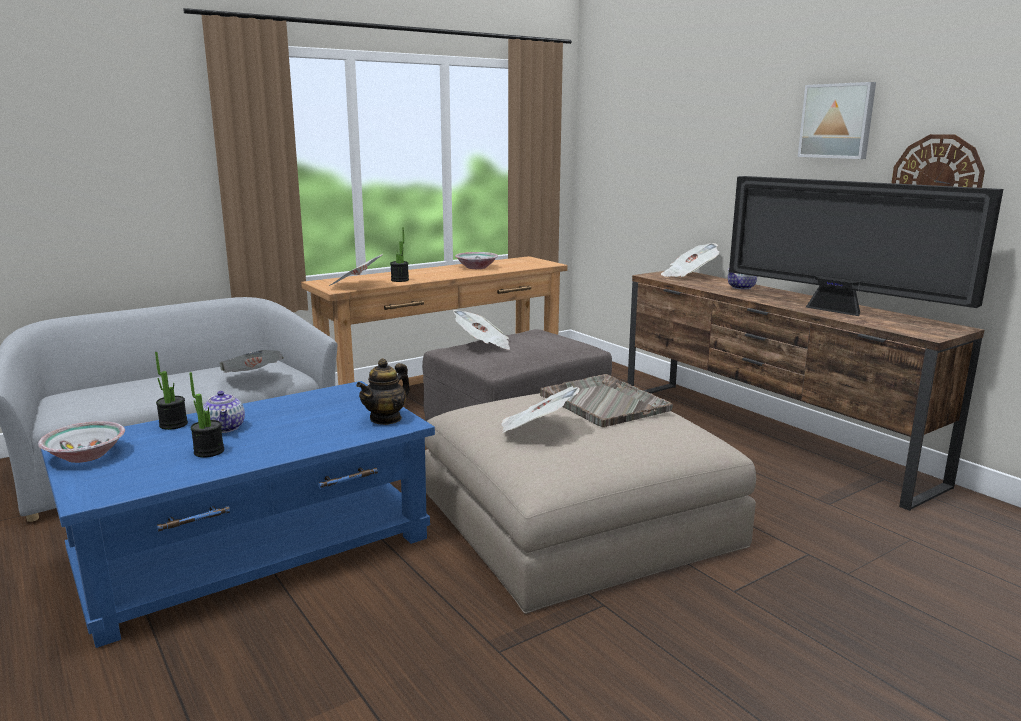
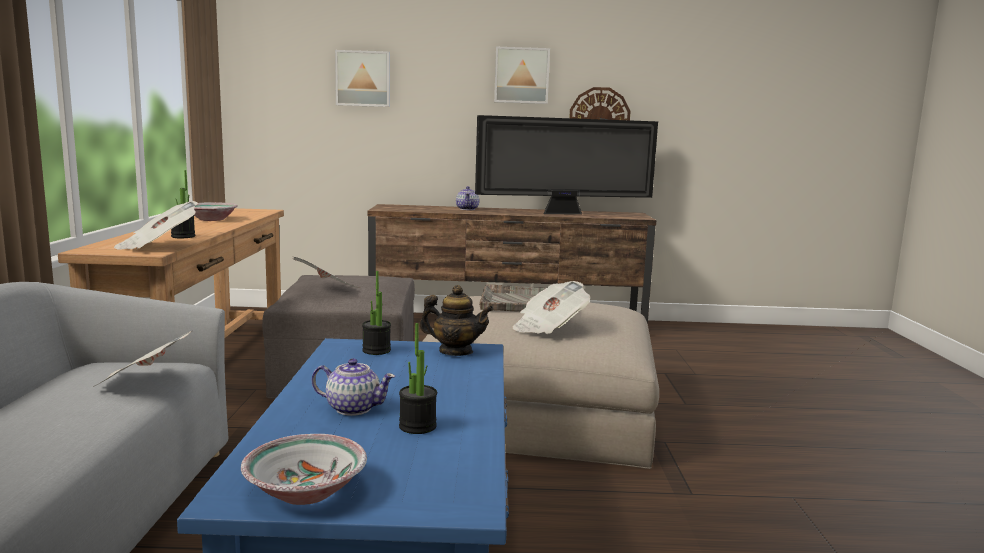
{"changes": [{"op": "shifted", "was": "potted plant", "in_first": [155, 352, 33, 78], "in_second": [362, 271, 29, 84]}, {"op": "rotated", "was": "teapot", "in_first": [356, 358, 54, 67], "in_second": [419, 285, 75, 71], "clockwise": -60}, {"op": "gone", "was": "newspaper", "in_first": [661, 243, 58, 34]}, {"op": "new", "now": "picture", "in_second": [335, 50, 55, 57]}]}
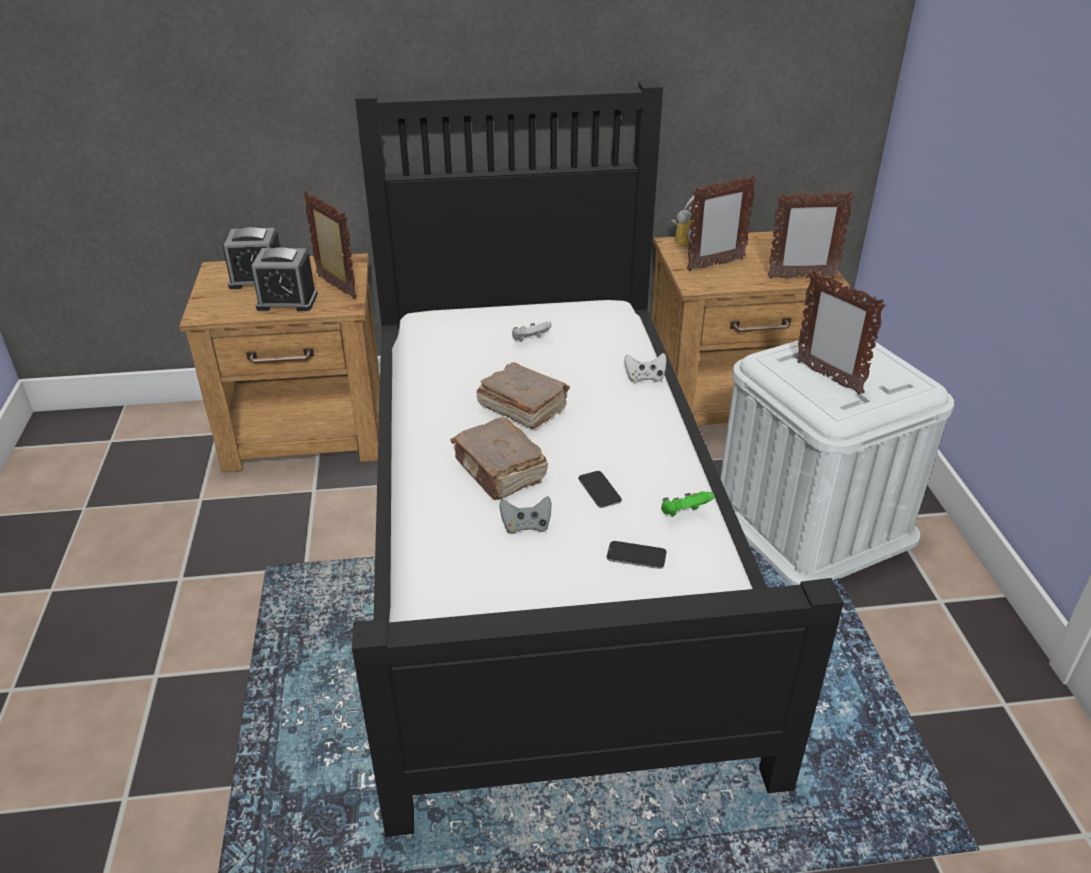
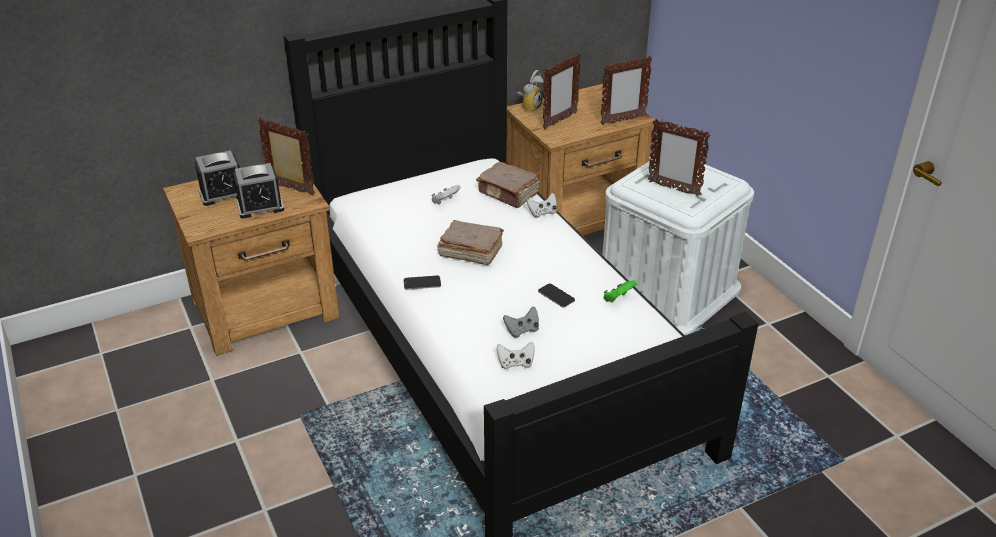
{"changes": [{"op": "shifted", "was": "brown book", "in_first": [451, 417, 97, 83], "in_second": [476, 162, 64, 46]}, {"op": "shifted", "was": "phone", "in_first": [607, 541, 60, 28], "in_second": [404, 276, 37, 14]}, {"op": "new", "now": "white game controller", "in_second": [497, 342, 38, 27]}]}
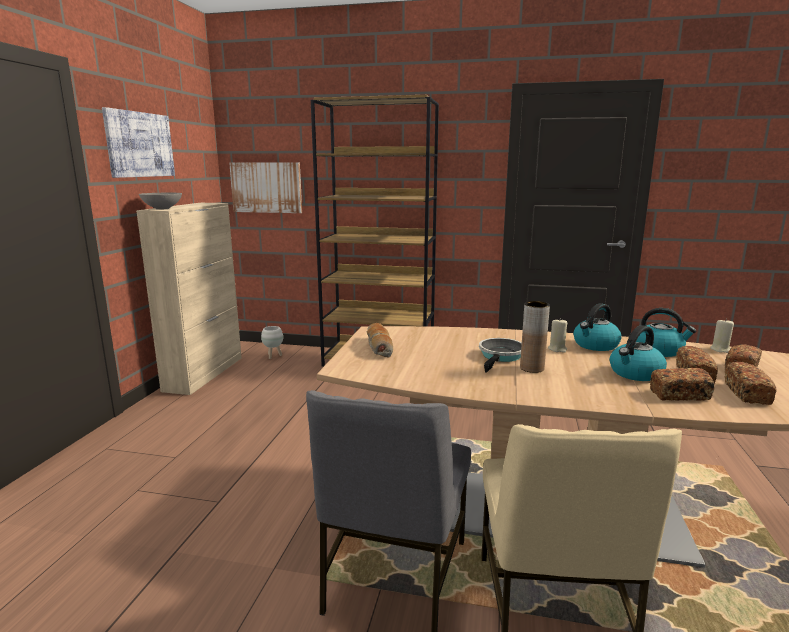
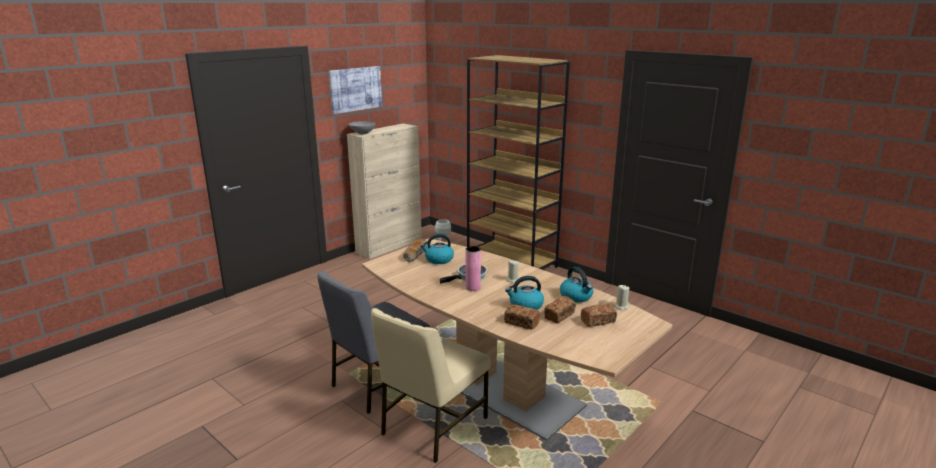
{"changes": [{"op": "gone", "was": "picture", "in_first": [229, 162, 73, 51]}, {"op": "repainted", "was": "brown vase", "now": "pink vase", "in_first": [520, 301, 30, 72], "in_second": [466, 246, 15, 45]}, {"op": "shifted", "was": "kettle", "in_first": [573, 303, 49, 48], "in_second": [420, 234, 34, 30]}, {"op": "gone", "was": "bread", "in_first": [725, 362, 51, 43]}]}
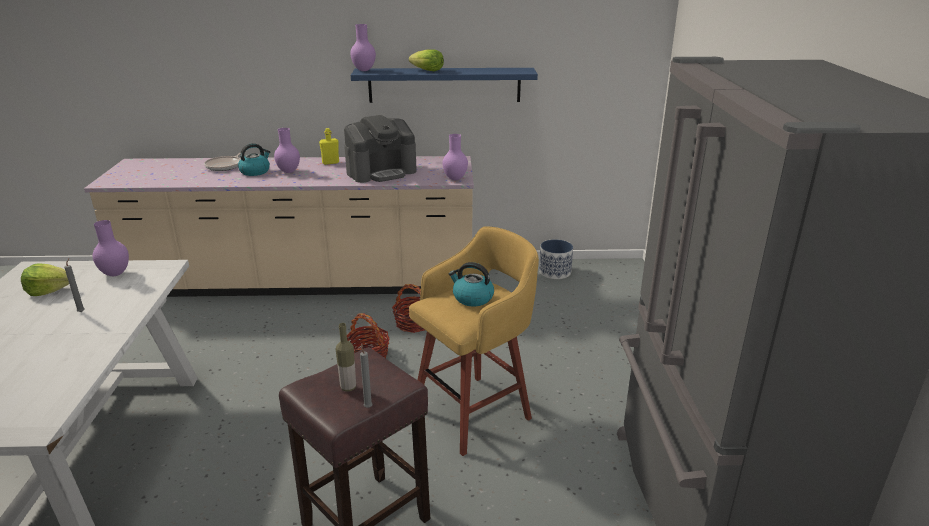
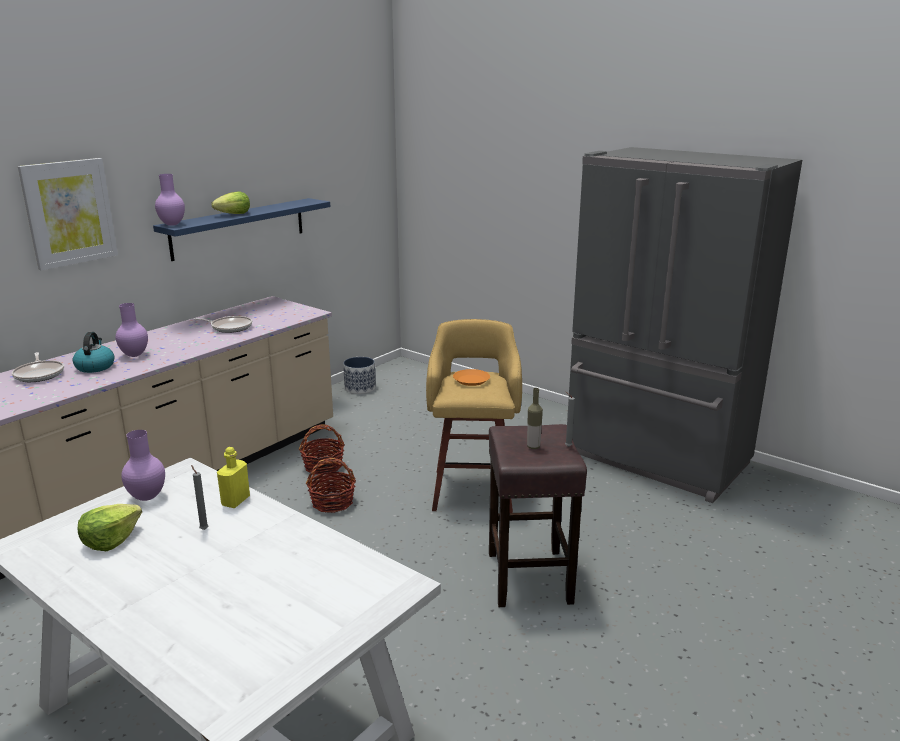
{"changes": [{"op": "shifted", "was": "yellow bottle", "in_first": [319, 128, 20, 37], "in_second": [217, 447, 33, 61]}, {"op": "swapped", "was": "coffee machine", "now": "frying pan", "in_first": [344, 115, 73, 68], "in_second": [194, 316, 58, 17]}, {"op": "gone", "was": "purple vase", "in_first": [442, 134, 26, 46]}, {"op": "swapped", "was": "kettle", "now": "orange plate", "in_first": [449, 262, 45, 44], "in_second": [453, 369, 37, 17]}, {"op": "new", "now": "picture", "in_second": [18, 158, 100, 113]}]}
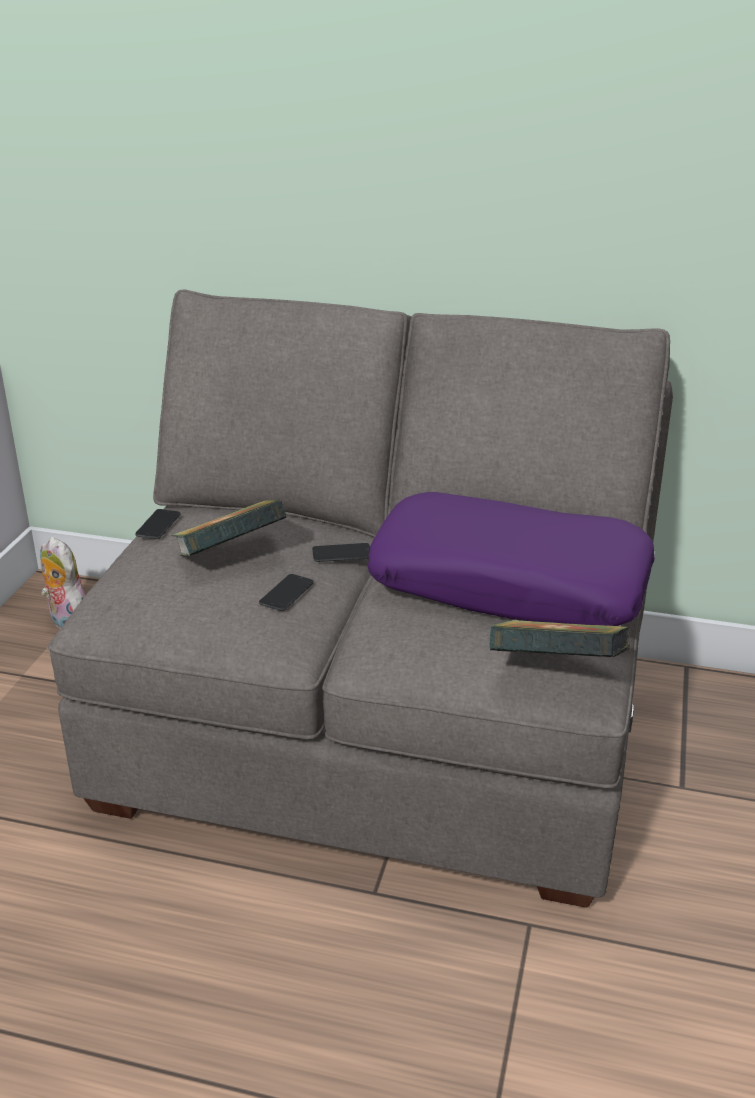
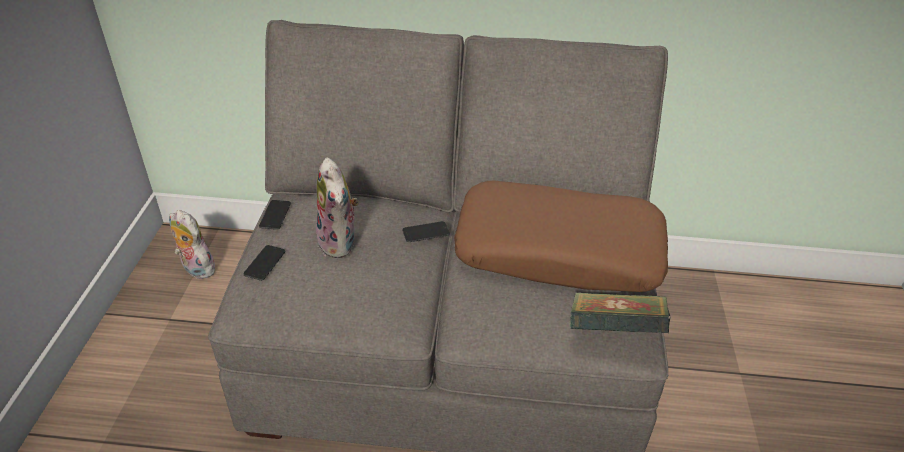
{"changes": [{"op": "swapped", "was": "book", "now": "plush toy", "in_first": [172, 499, 115, 57], "in_second": [316, 158, 43, 100]}, {"op": "shifted", "was": "phone", "in_first": [259, 574, 55, 37], "in_second": [243, 245, 42, 36]}, {"op": "repainted", "was": "purple pillow", "now": "brown pillow", "in_first": [367, 492, 288, 134], "in_second": [454, 181, 214, 111]}]}
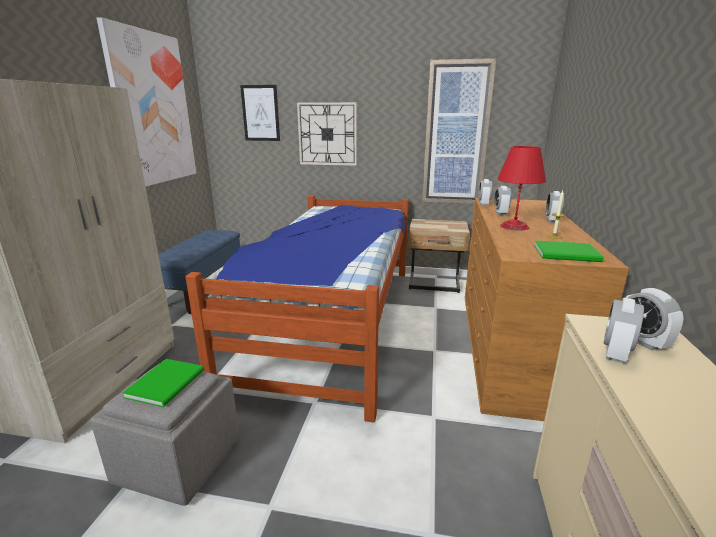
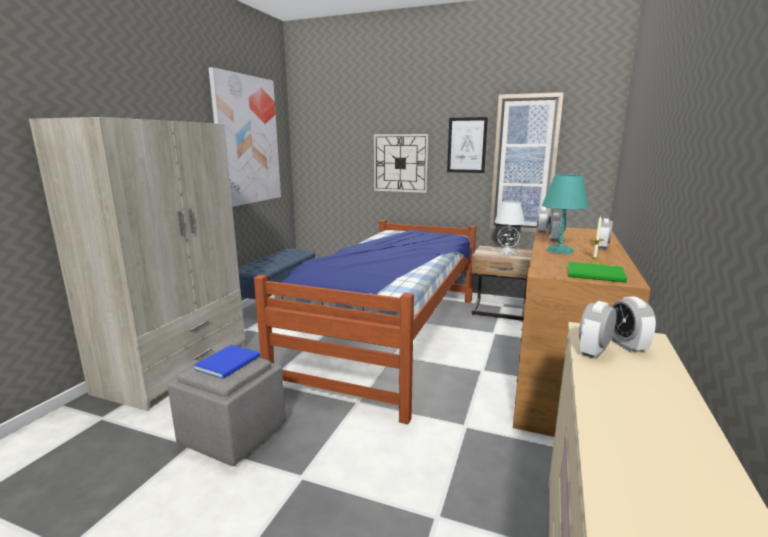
{"changes": [{"op": "repainted", "was": "green book", "now": "blue book", "in_first": [122, 359, 82, 48], "in_second": [194, 345, 66, 34]}, {"op": "shifted", "was": "picture", "in_first": [240, 85, 40, 56], "in_second": [447, 117, 41, 56]}, {"op": "repainted", "was": "red table lamp", "now": "turquoise table lamp", "in_first": [497, 146, 49, 84], "in_second": [542, 174, 47, 80]}, {"op": "new", "now": "white table lamp", "in_second": [494, 201, 31, 54]}]}
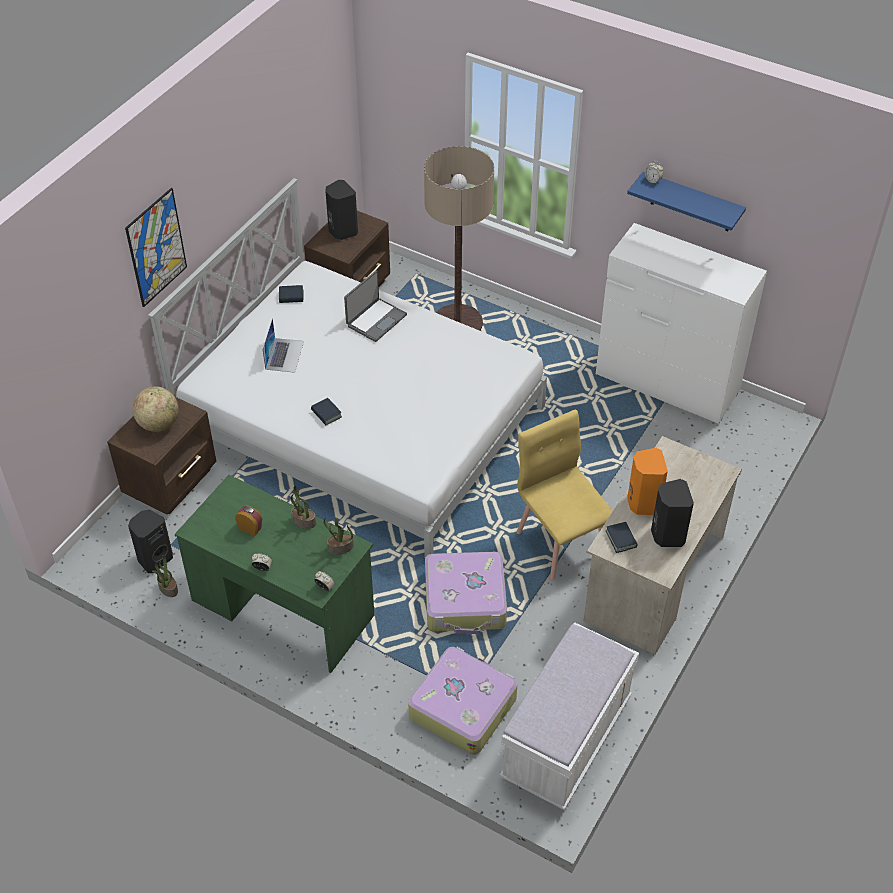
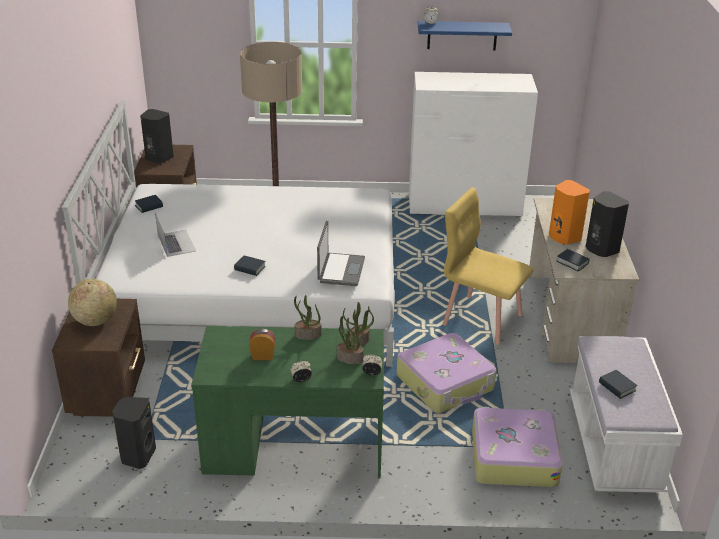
{"changes": [{"op": "gone", "was": "picture", "in_first": [125, 188, 62, 119]}, {"op": "shifted", "was": "potted plant", "in_first": [152, 555, 26, 42], "in_second": [337, 316, 26, 48]}, {"op": "shifted", "was": "laptop", "in_first": [344, 270, 63, 72], "in_second": [317, 221, 48, 65]}, {"op": "new", "now": "book", "in_second": [599, 370, 38, 29]}]}
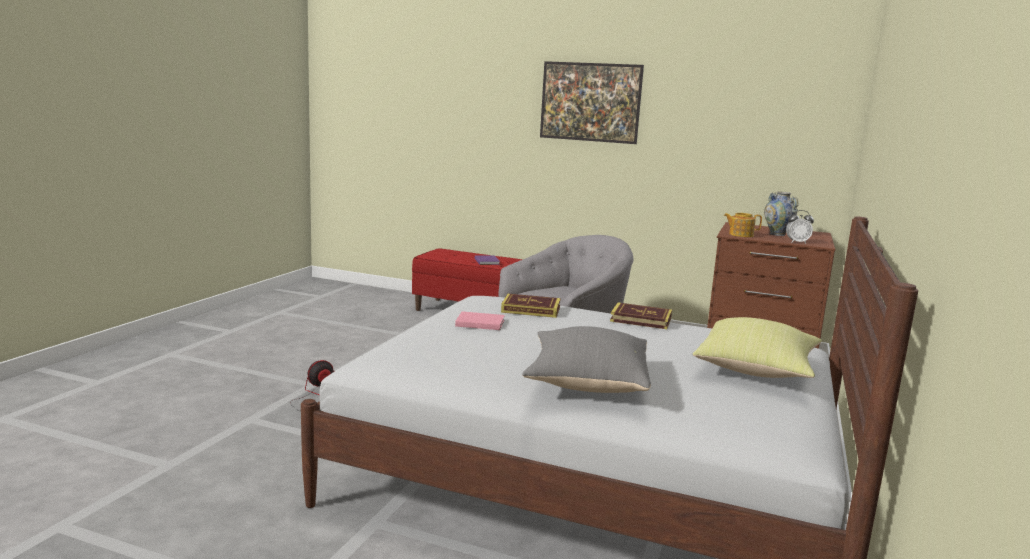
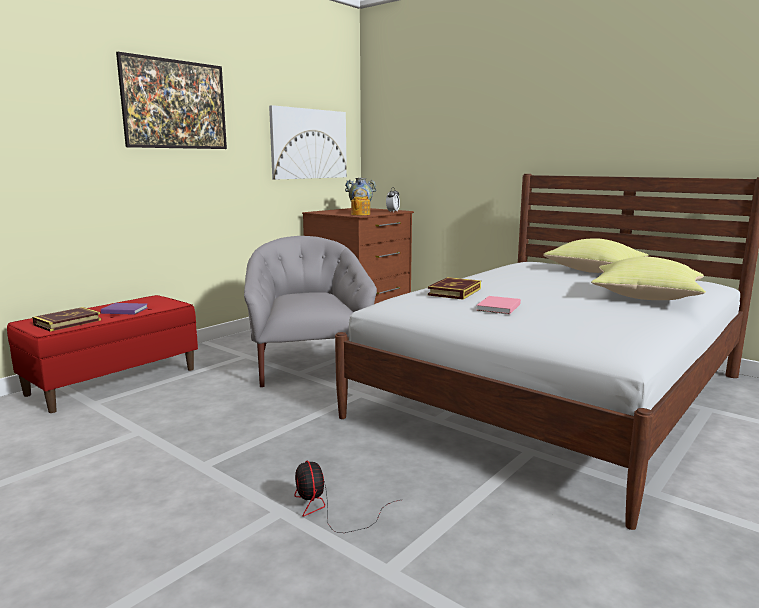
{"changes": [{"op": "repainted", "was": "grey pillow", "now": "yellow pillow", "in_first": [522, 326, 129, 67], "in_second": [591, 257, 115, 43]}, {"op": "shifted", "was": "book", "in_first": [610, 303, 62, 26], "in_second": [32, 307, 69, 25]}, {"op": "new", "now": "picture", "in_second": [269, 105, 78, 75]}]}
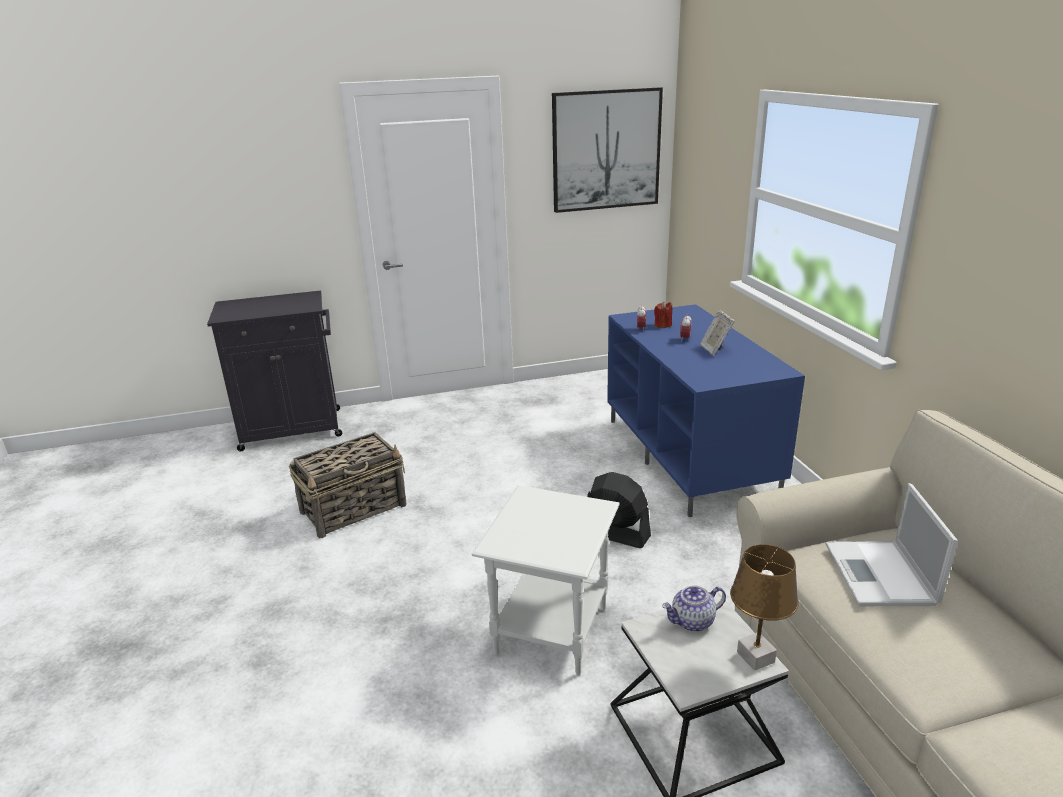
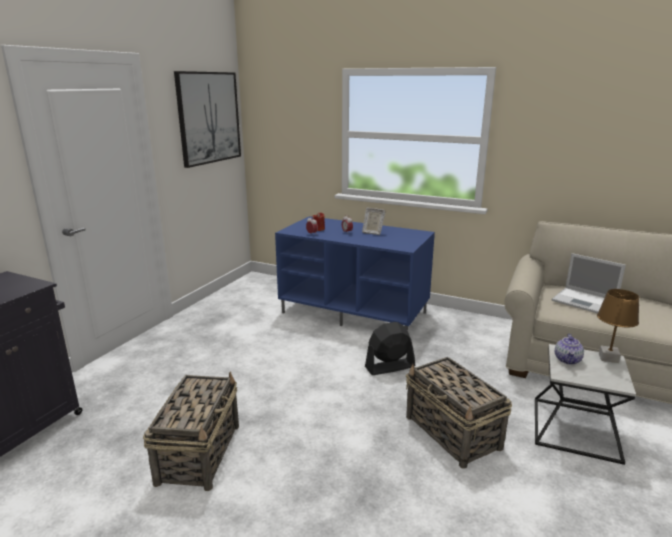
{"changes": [{"op": "swapped", "was": "white side table", "now": "basket", "in_first": [472, 485, 148, 190], "in_second": [406, 357, 106, 112]}]}
